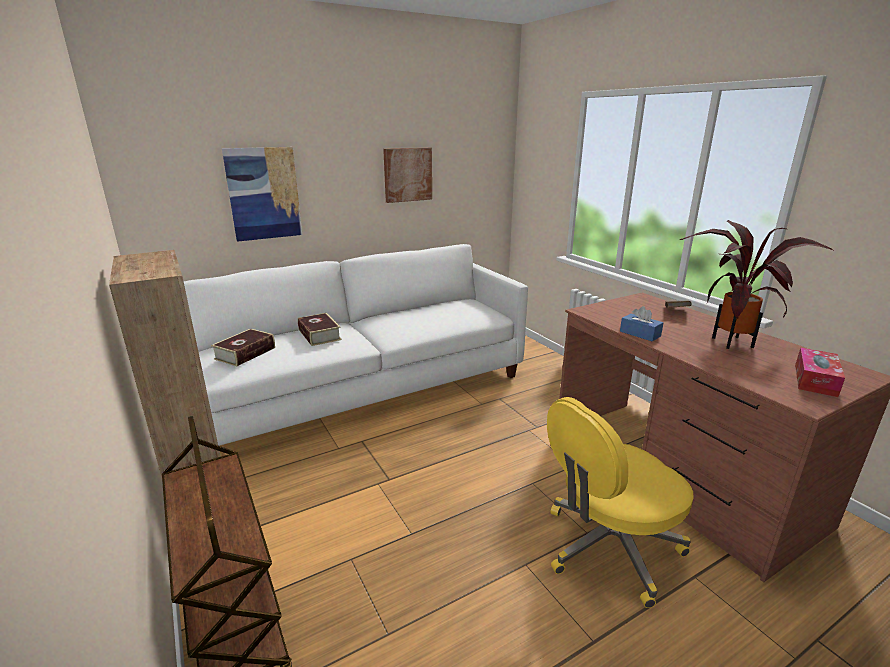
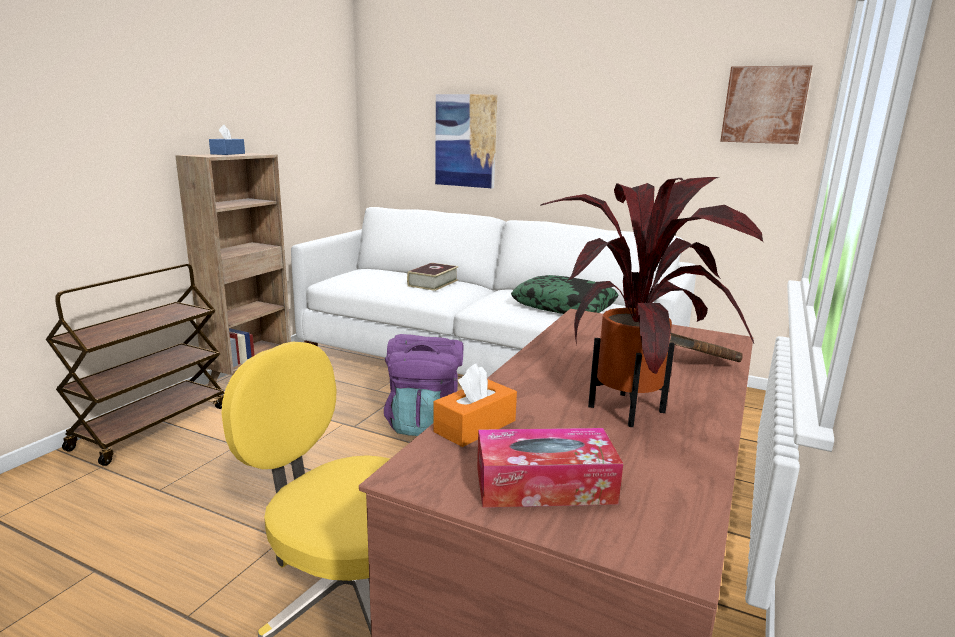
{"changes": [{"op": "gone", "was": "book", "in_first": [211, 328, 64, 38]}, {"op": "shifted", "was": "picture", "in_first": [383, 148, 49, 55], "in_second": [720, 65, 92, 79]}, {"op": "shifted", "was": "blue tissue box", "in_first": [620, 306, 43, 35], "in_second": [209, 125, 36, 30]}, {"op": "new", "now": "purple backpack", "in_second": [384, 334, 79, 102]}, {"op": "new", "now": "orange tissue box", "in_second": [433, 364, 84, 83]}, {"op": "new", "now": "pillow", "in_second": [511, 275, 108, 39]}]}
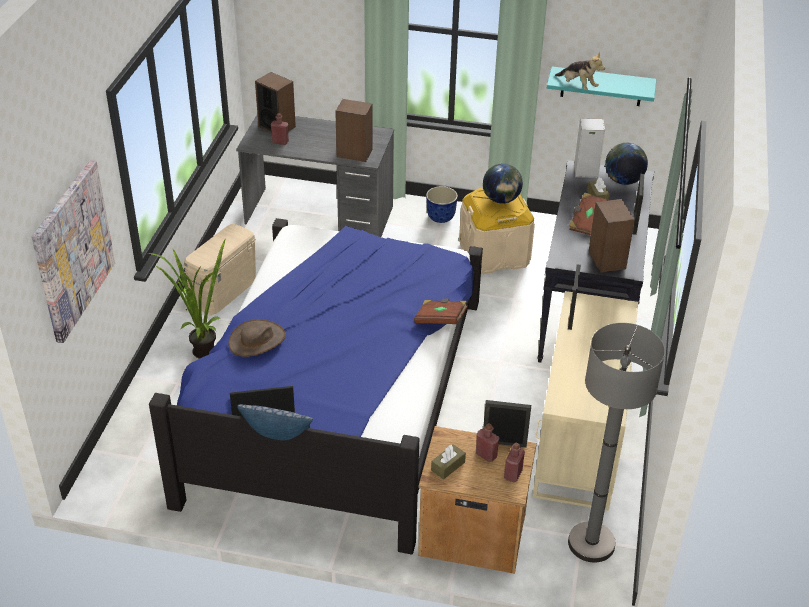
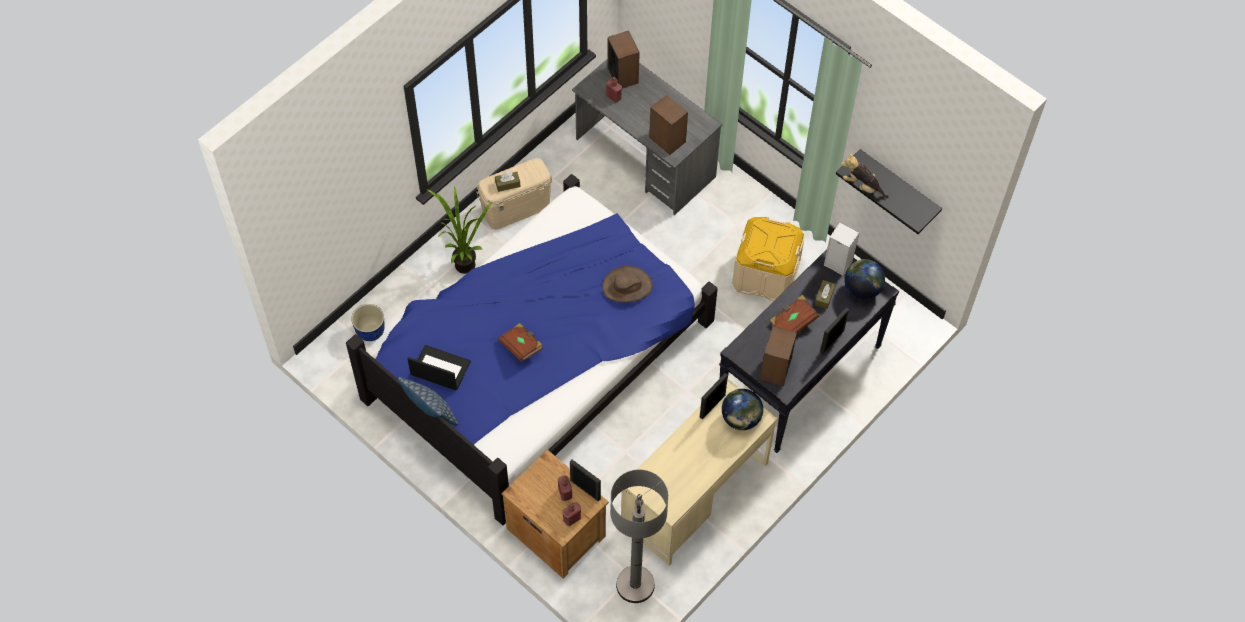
{"changes": [{"op": "gone", "was": "picture", "in_first": [31, 160, 84, 183]}, {"op": "shifted", "was": "brown hat", "in_first": [229, 319, 57, 38], "in_second": [602, 266, 51, 36]}, {"op": "shifted", "was": "brown book", "in_first": [414, 298, 54, 26], "in_second": [498, 323, 45, 39]}, {"op": "shifted", "was": "planter", "in_first": [426, 186, 32, 37], "in_second": [351, 304, 34, 37]}, {"op": "shifted", "was": "brown tissue box", "in_first": [431, 444, 35, 35], "in_second": [495, 171, 26, 21]}, {"op": "shifted", "was": "globe", "in_first": [483, 163, 40, 41], "in_second": [722, 389, 41, 41]}, {"op": "repainted", "was": "turquoise shelf", "now": "black shelf", "in_first": [547, 66, 110, 40], "in_second": [836, 149, 106, 85]}, {"op": "rotated", "was": "plush toy", "in_first": [555, 52, 50, 38], "in_second": [841, 153, 48, 45], "clockwise": 135}]}
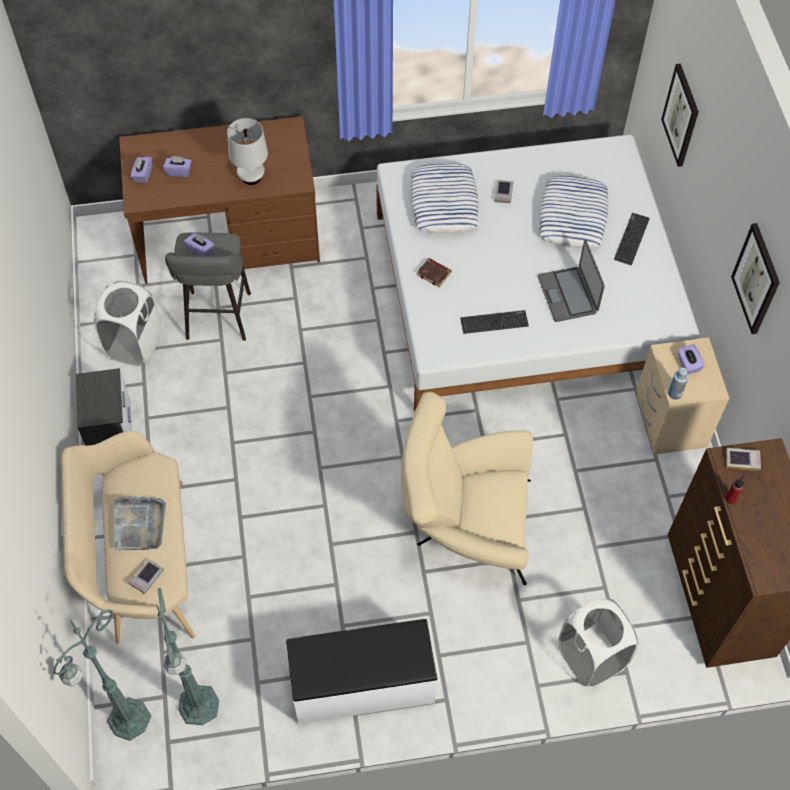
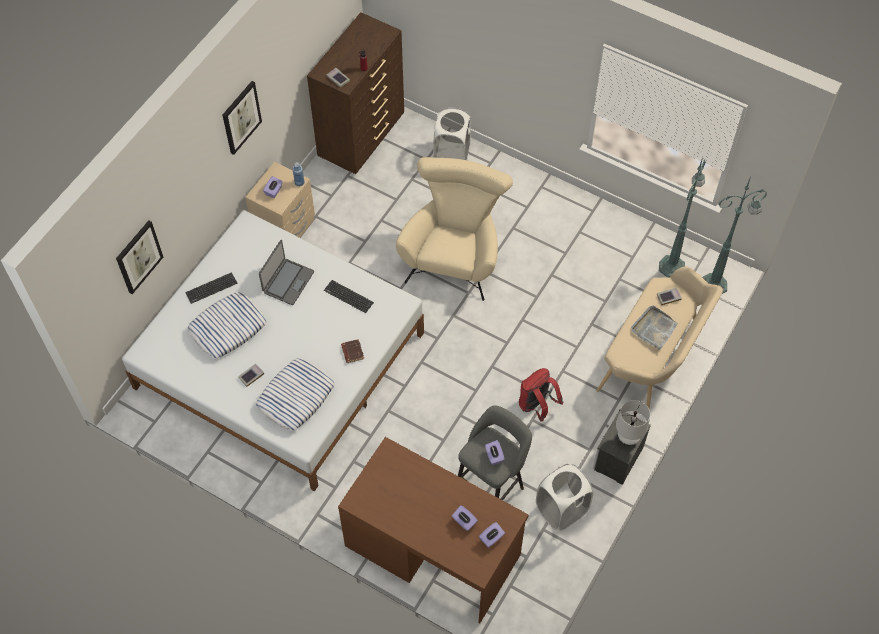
{"changes": [{"op": "shifted", "was": "white table lamp", "in_first": [227, 118, 41, 67], "in_second": [616, 400, 34, 45]}, {"op": "gone", "was": "white bench", "in_first": [286, 619, 152, 105]}, {"op": "rotated", "was": "beige armchair", "in_first": [401, 392, 132, 193], "in_second": [396, 157, 117, 144], "clockwise": -120}, {"op": "new", "now": "red backpack", "in_second": [519, 368, 44, 54]}]}
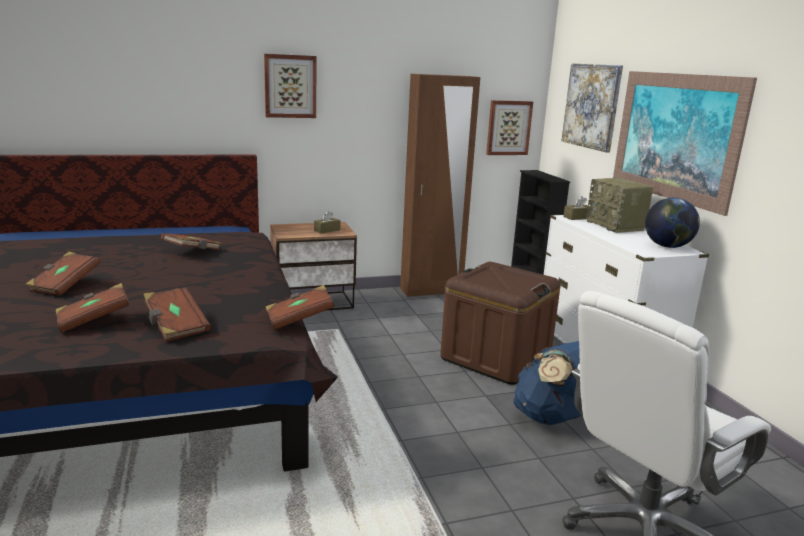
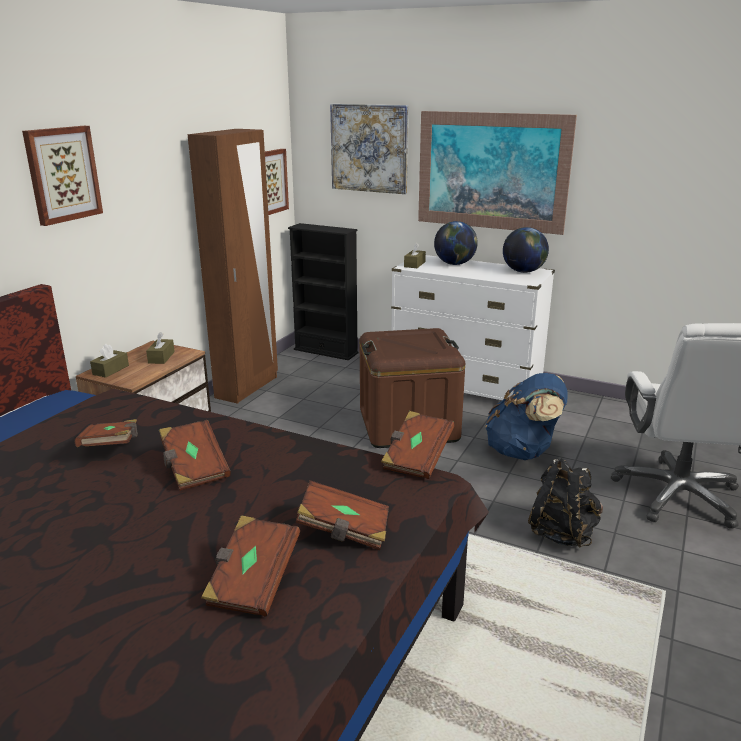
{"changes": [{"op": "shifted", "was": "brown book", "in_first": [25, 252, 75, 44], "in_second": [159, 420, 72, 71]}, {"op": "swapped", "was": "radio", "now": "globe", "in_first": [586, 178, 67, 55], "in_second": [434, 221, 44, 44]}, {"op": "new", "now": "brown tissue box", "in_second": [90, 344, 39, 34]}, {"op": "new", "now": "black backpack", "in_second": [528, 458, 75, 89]}]}
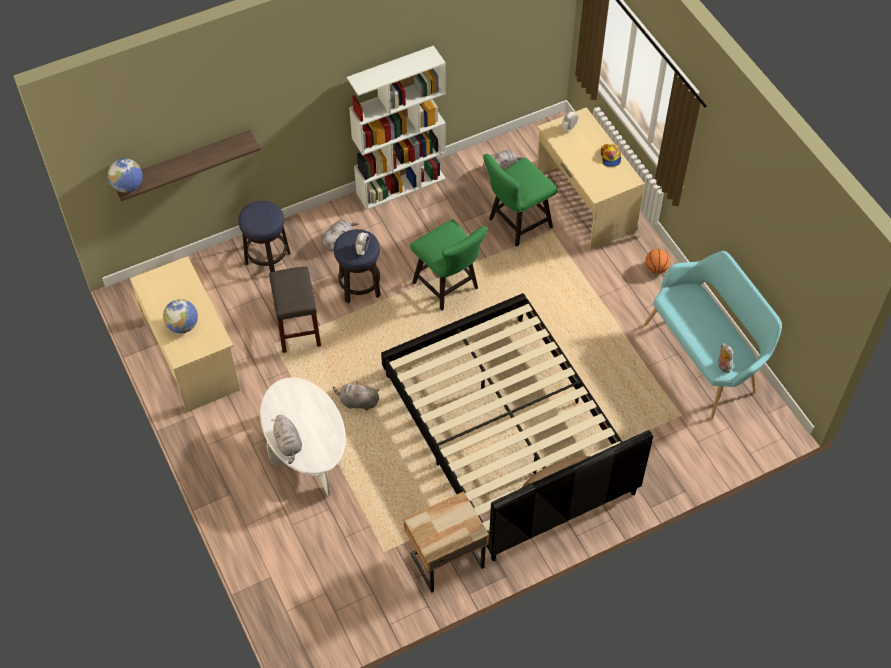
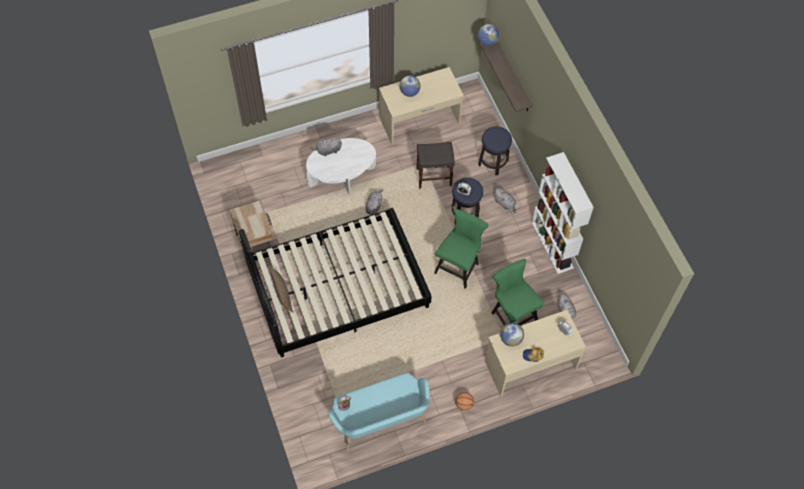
{"changes": [{"op": "rotated", "was": "green chair", "in_first": [410, 220, 78, 91], "in_second": [434, 209, 55, 80], "clockwise": 150}, {"op": "new", "now": "globe", "in_second": [500, 322, 24, 24]}]}
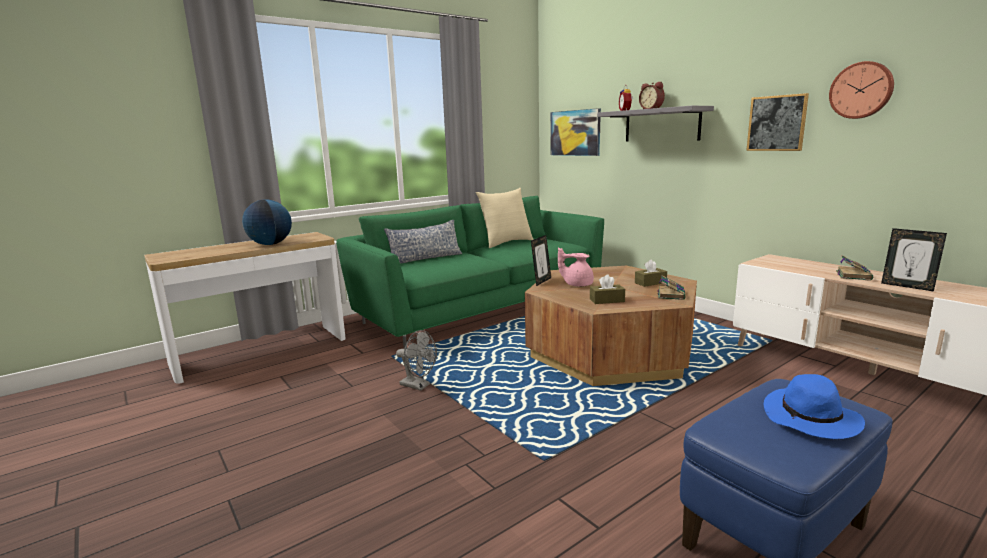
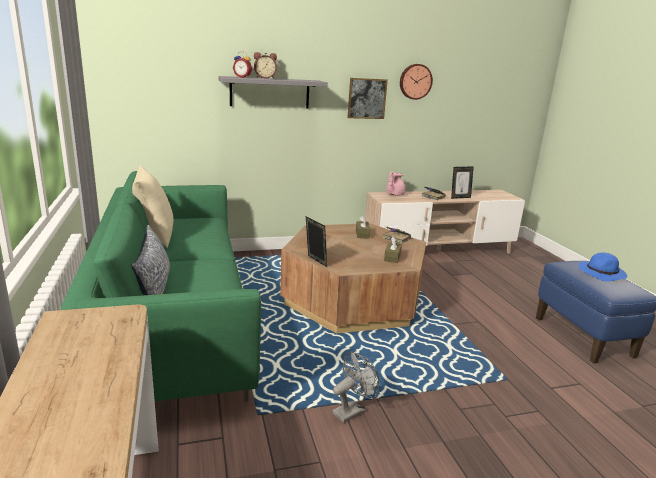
{"changes": [{"op": "gone", "was": "globe", "in_first": [242, 199, 50, 46]}, {"op": "gone", "was": "picture", "in_first": [550, 108, 51, 48]}, {"op": "shifted", "was": "pink teapot", "in_first": [558, 247, 36, 40], "in_second": [386, 171, 19, 25]}]}
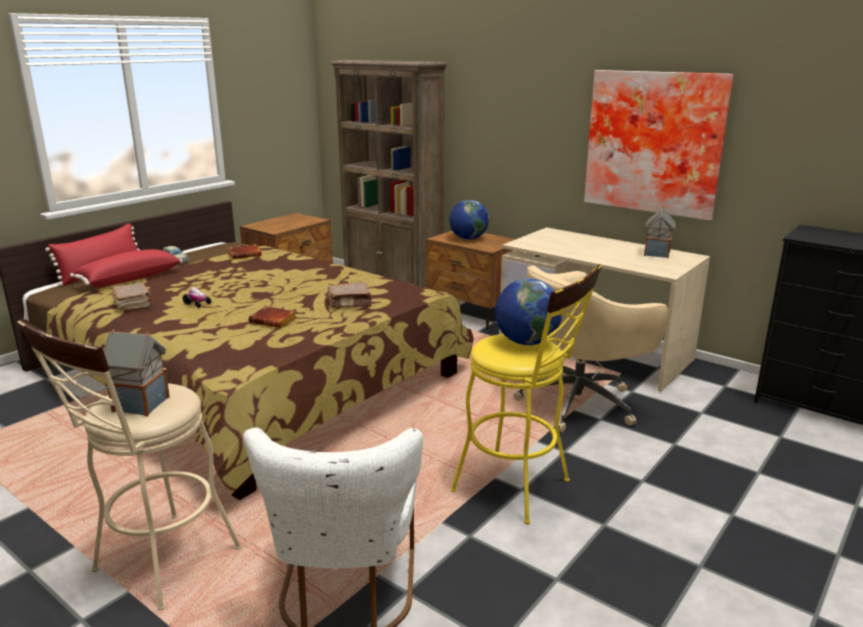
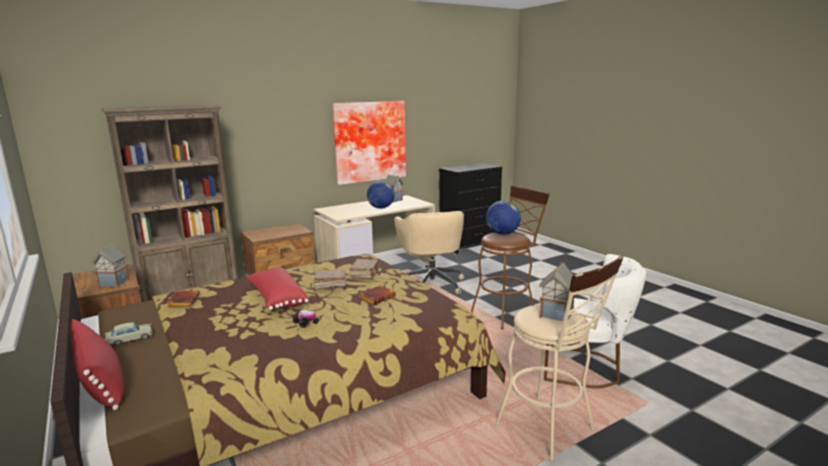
{"changes": [{"op": "shifted", "was": "red pillow", "in_first": [70, 249, 113, 38], "in_second": [246, 267, 63, 43]}, {"op": "shifted", "was": "brown book", "in_first": [112, 282, 40, 29], "in_second": [313, 269, 33, 21]}, {"op": "shifted", "was": "globe", "in_first": [449, 200, 40, 40], "in_second": [367, 181, 28, 28]}, {"op": "repainted", "was": "yellow stool", "now": "brown stool", "in_first": [451, 264, 151, 260], "in_second": [471, 186, 79, 143]}, {"op": "new", "now": "toy house", "in_second": [91, 243, 38, 44]}]}
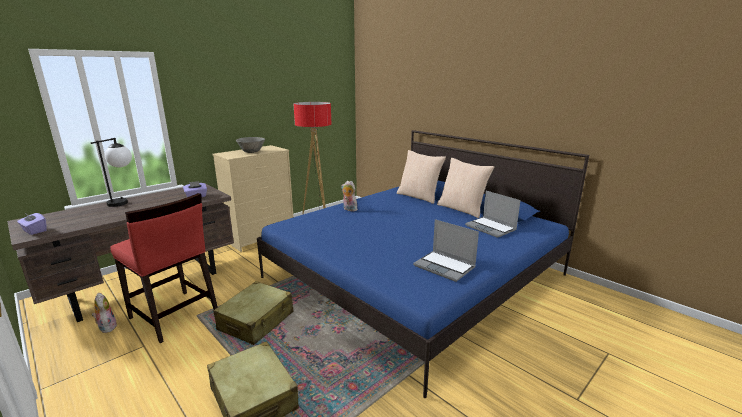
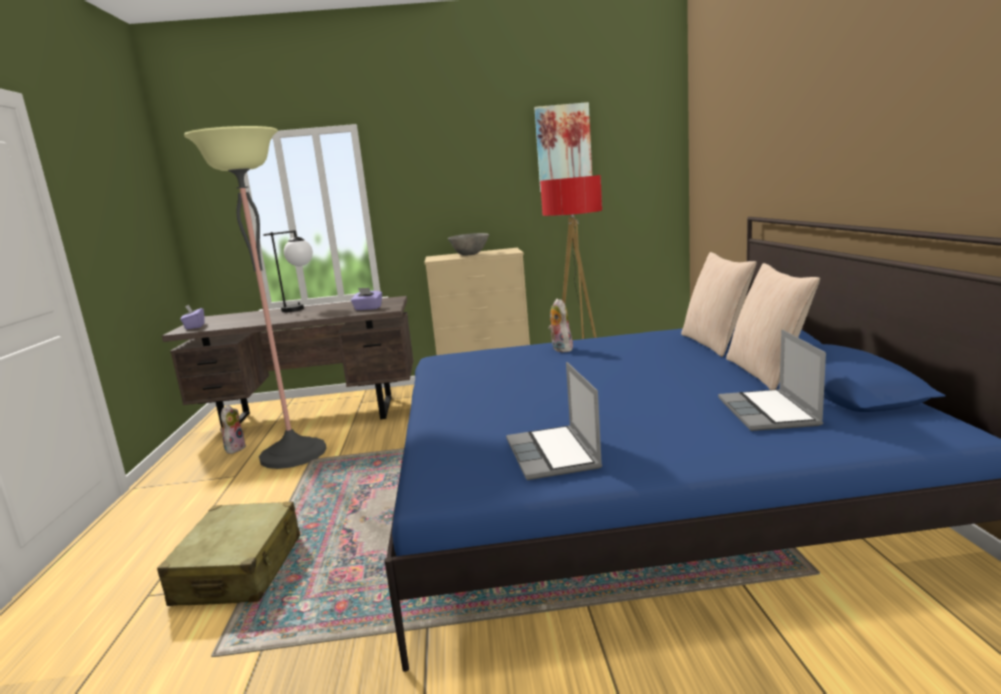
{"changes": [{"op": "swapped", "was": "red chair", "now": "floor lamp", "in_first": [110, 193, 108, 150], "in_second": [184, 126, 142, 343]}, {"op": "gone", "was": "beige suitcase", "in_first": [213, 281, 80, 64]}, {"op": "new", "now": "picture", "in_second": [534, 102, 58, 90]}]}
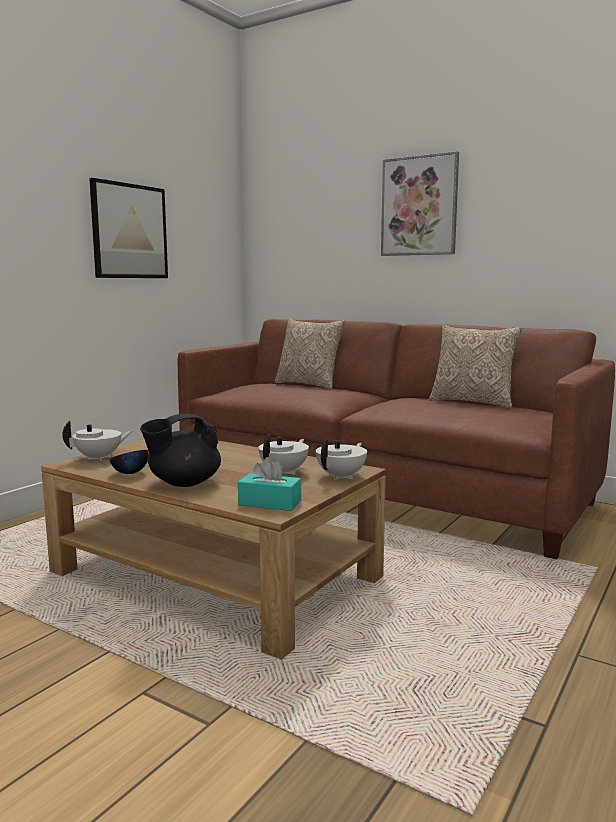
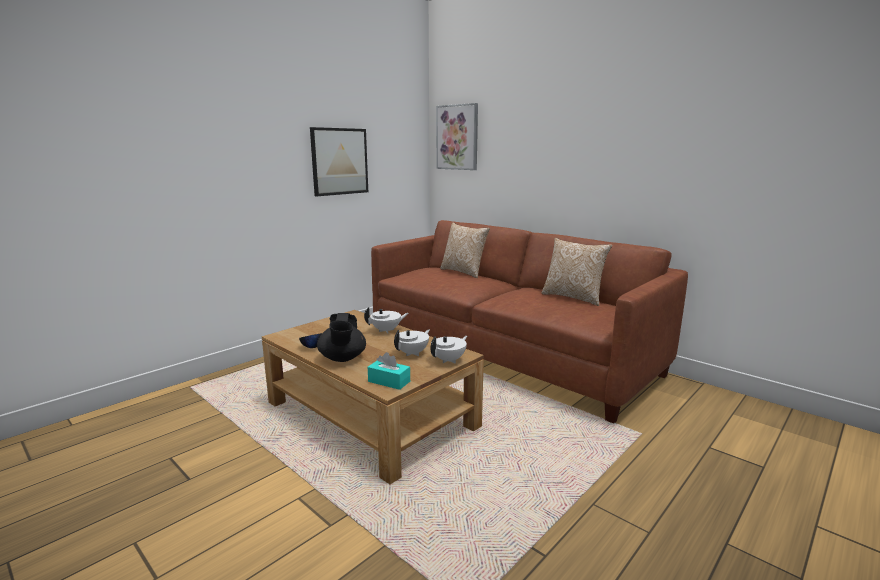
{"changes": [{"op": "shifted", "was": "white teapot", "in_first": [62, 421, 72, 40], "in_second": [364, 307, 44, 27]}, {"op": "rotated", "was": "black teapot", "in_first": [140, 413, 81, 74], "in_second": [317, 313, 49, 49], "clockwise": -75}, {"op": "shifted", "was": "picture", "in_first": [381, 151, 78, 105], "in_second": [436, 103, 42, 67]}]}
